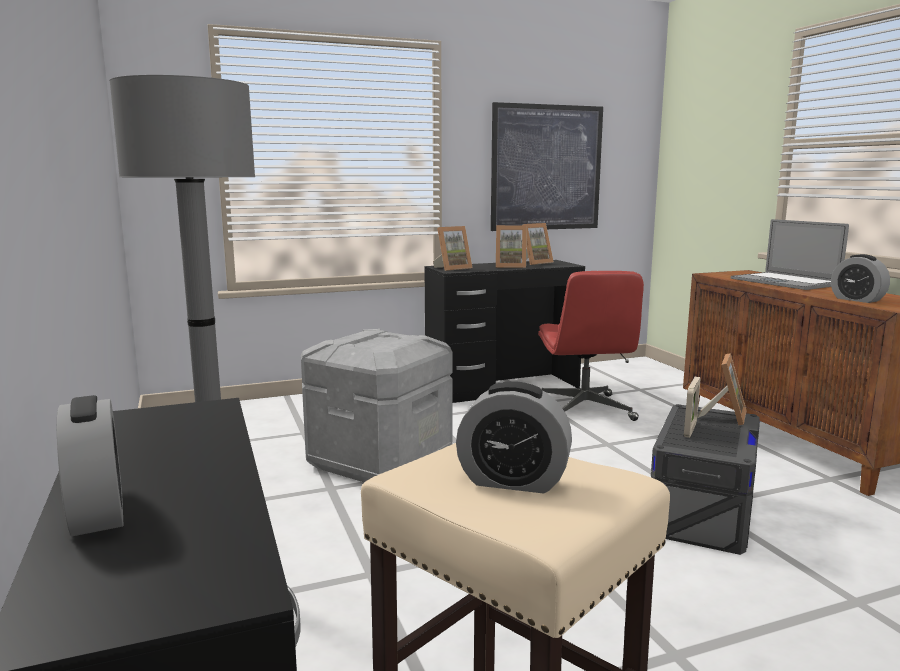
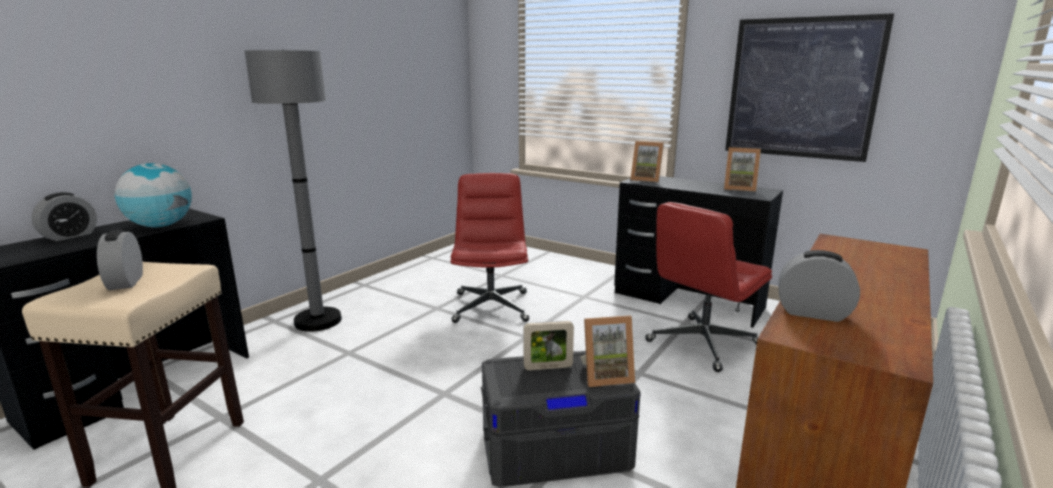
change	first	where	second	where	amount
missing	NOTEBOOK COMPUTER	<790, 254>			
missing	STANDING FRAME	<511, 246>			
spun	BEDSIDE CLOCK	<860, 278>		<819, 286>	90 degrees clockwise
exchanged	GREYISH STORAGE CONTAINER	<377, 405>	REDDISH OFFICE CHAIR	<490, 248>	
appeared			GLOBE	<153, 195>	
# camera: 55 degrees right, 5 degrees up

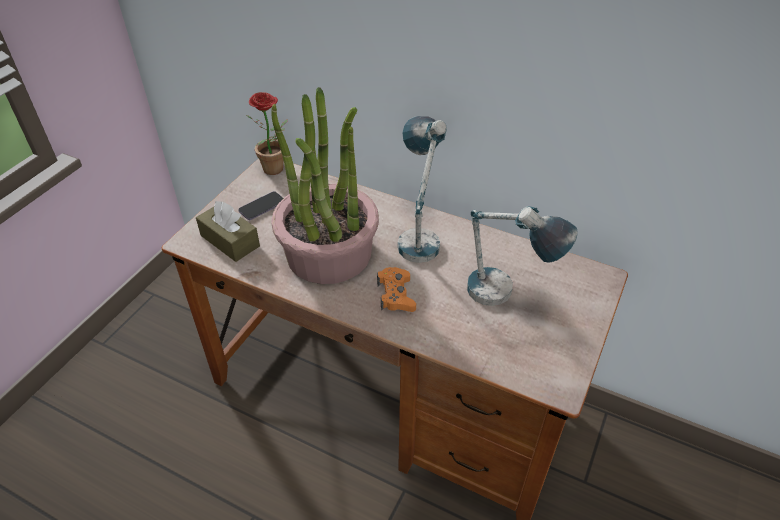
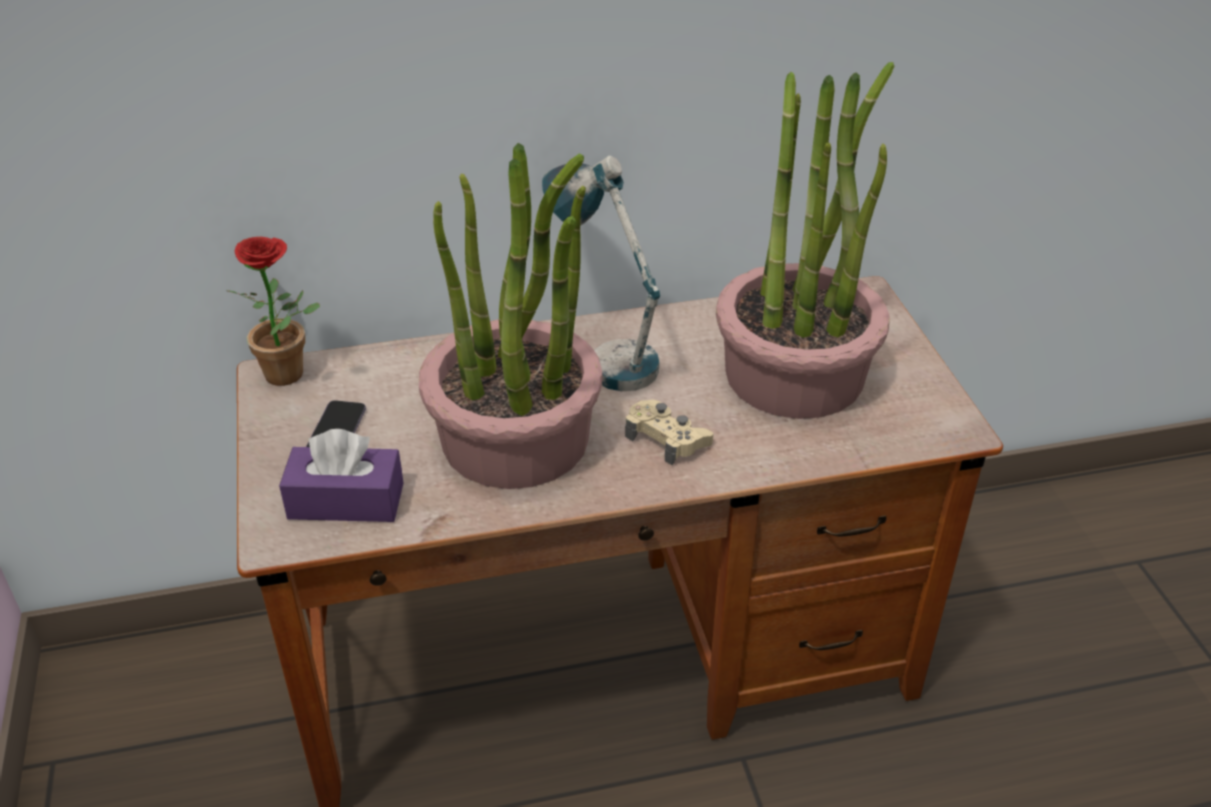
change	first	where	second	where	amount
colour	BROWN-COLOURED TISSUE HOLDER	<228, 231>	PURPLE TISSUE HOLDER	<341, 475>	
exchanged	TABLE LAMP	<522, 256>	HOUSEPLANT	<805, 240>	
colour	ORANGE GAME CONTROLLER	<396, 289>	SAND-COLOURED GAME CONTROLLER	<669, 433>	
# camera: 40 degrees left, 5 degrees down

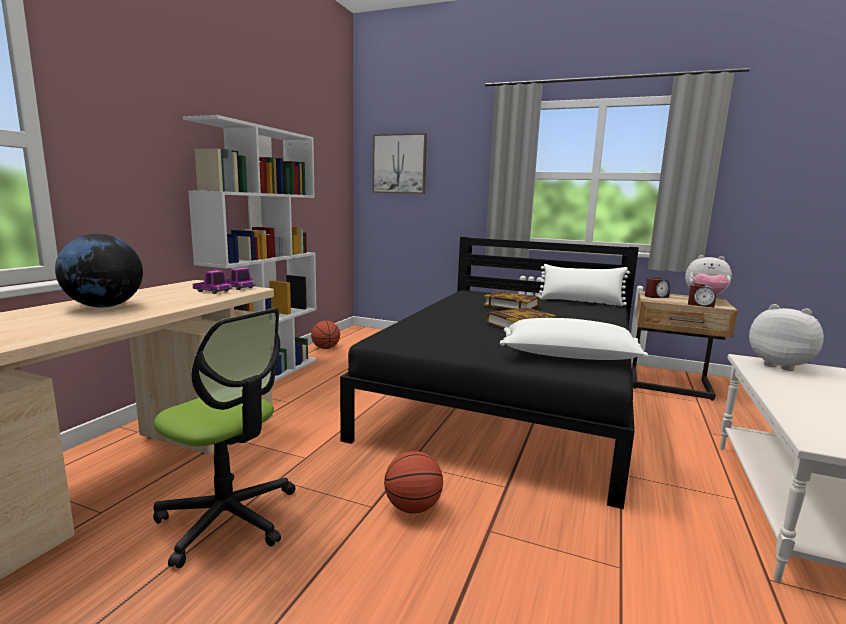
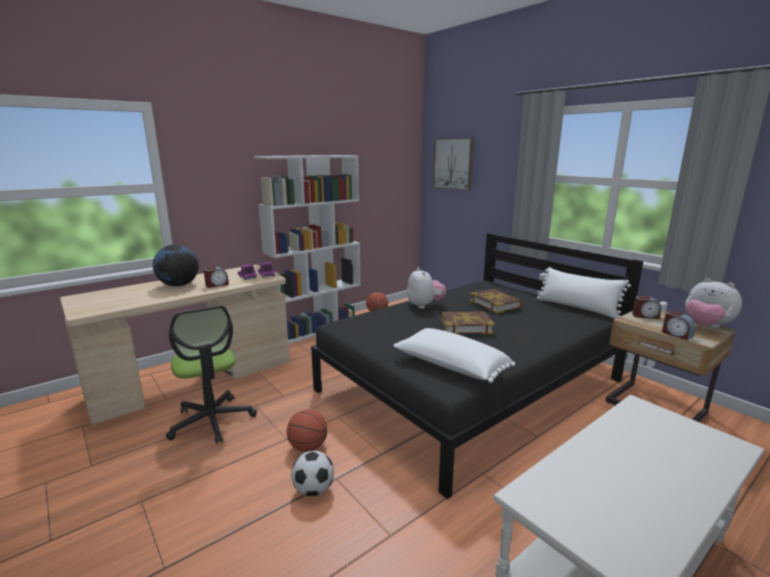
change	first	where	second	where	amount
relocated	SOFT TOY	<786, 337>		<426, 288>	
appeared			BEDSIDE CLOCK	<216, 277>	
appeared			FOOTBALL	<312, 473>	
# camera: 30 degrees right, 5 degrees up

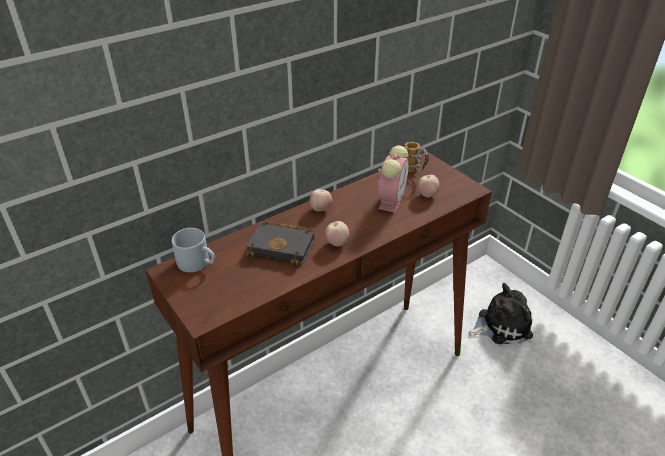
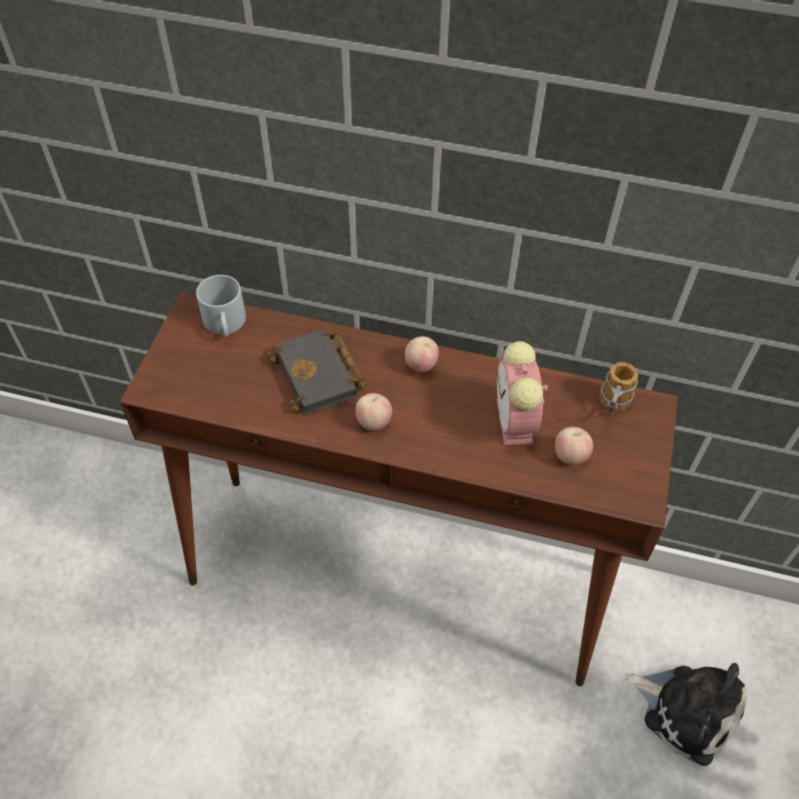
change	first	where	second	where	amount
spun	BEDSIDE CLOCK	<393, 179>		<522, 393>	105 degrees clockwise
# camera: 50 degrees right, 15 degrees up

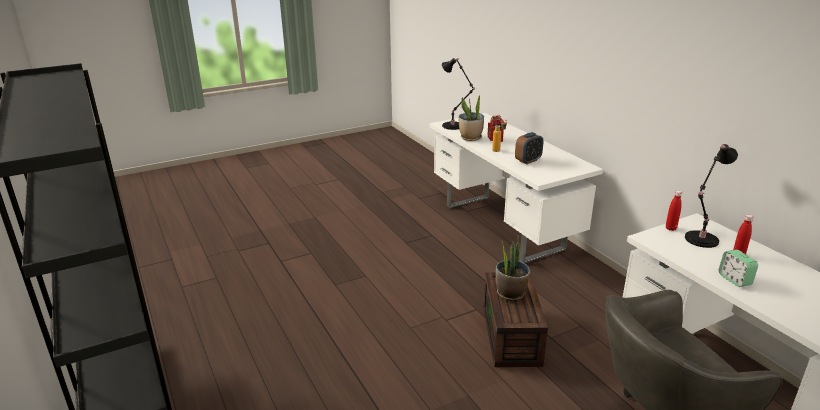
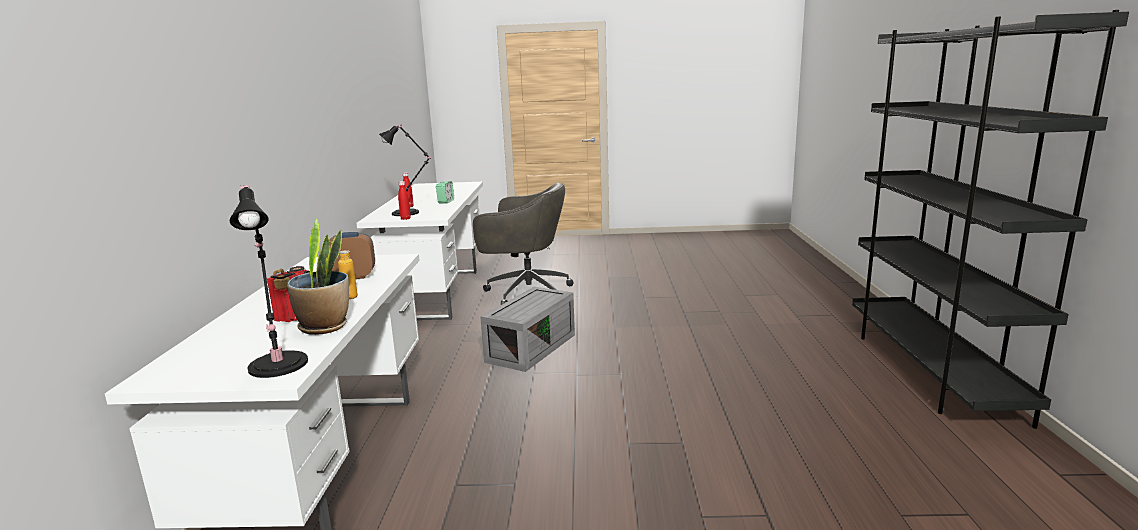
change	first	where	second	where	amount
missing	HOUSEPLANT	<513, 269>			
colour	BROWN-COLOURED STORAGE CONTAINER	<515, 319>	GREYISH STORAGE CONTAINER	<527, 329>	
# camera: 150 degrees left, 10 degrees down

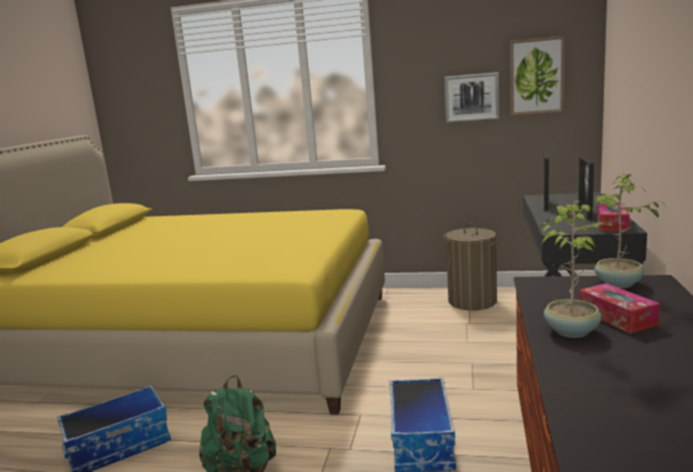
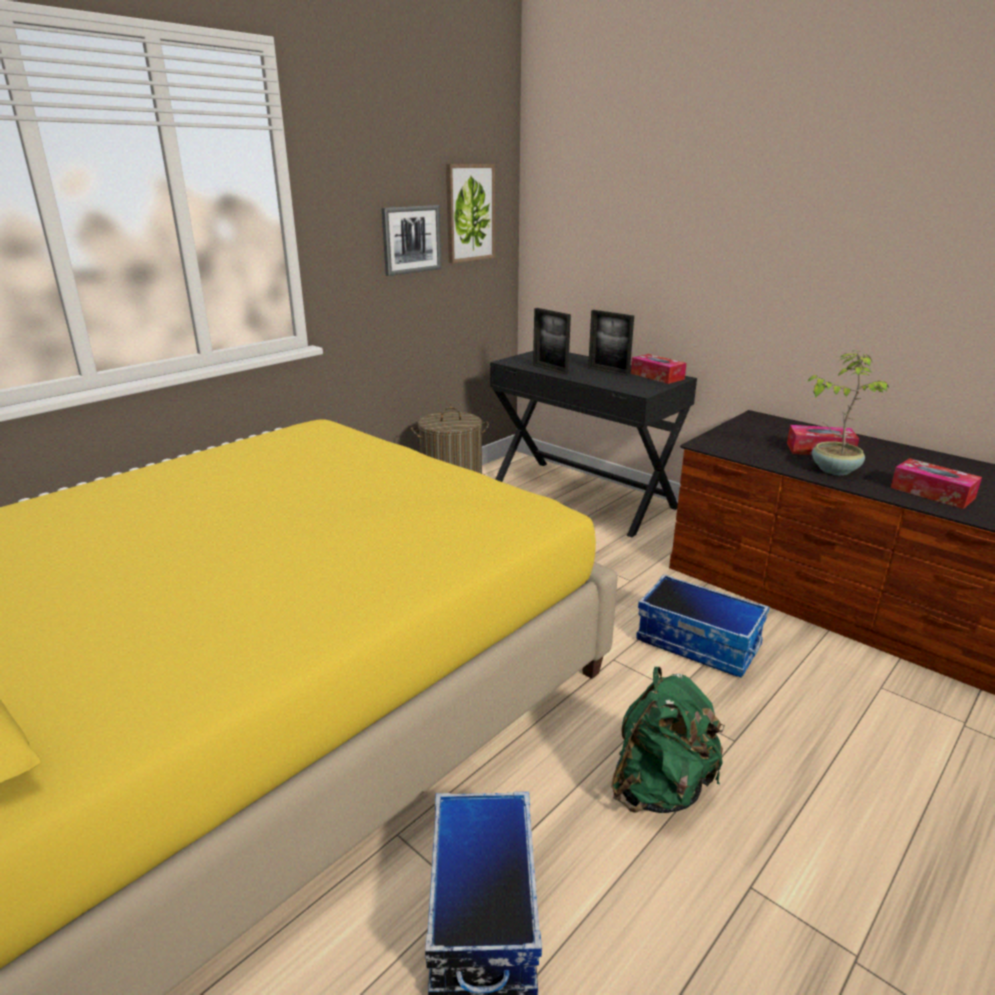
change	first	where	second	where	amount
missing	HOUSEPLANT	<629, 230>			
appeared			TISSUE HOLDER	<936, 483>	
# camera: 60 degrees left, 10 degrees up

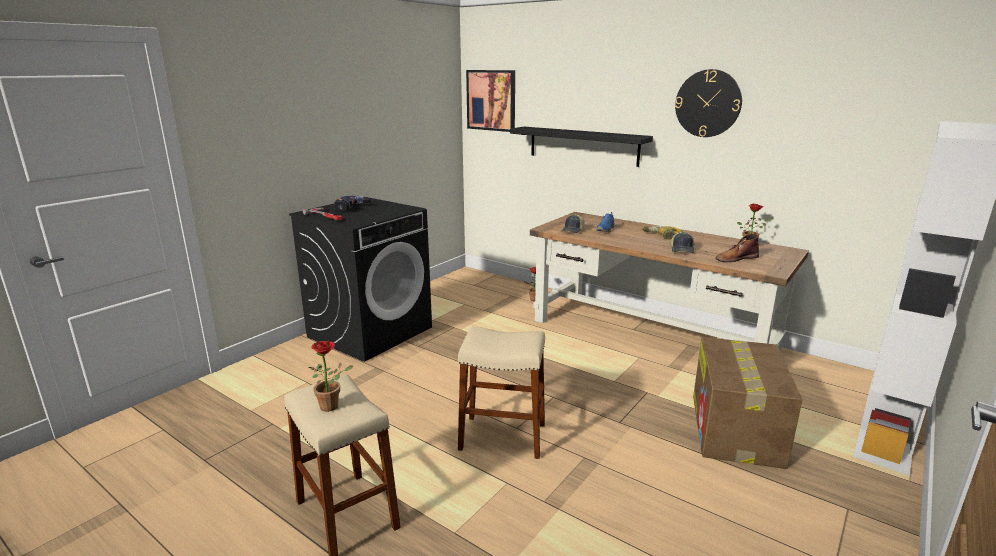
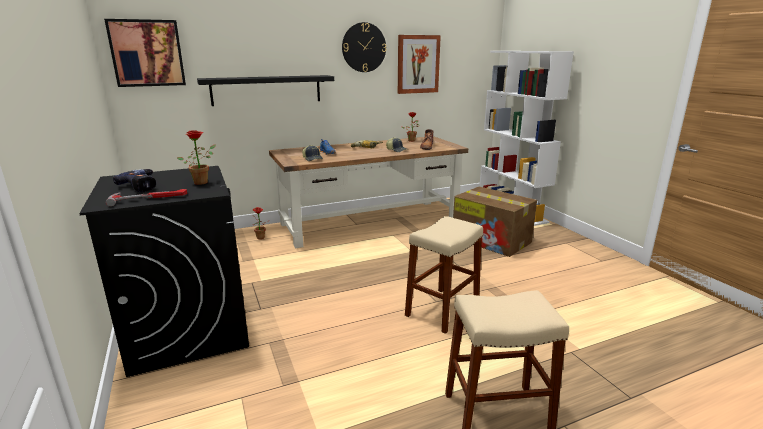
change	first	where	second	where	amount
relocated	HOUSEPLANT	<330, 376>		<196, 157>	
appeared			PICTURE	<419, 64>	
# camera: 60 degrees left, 0 degrees up

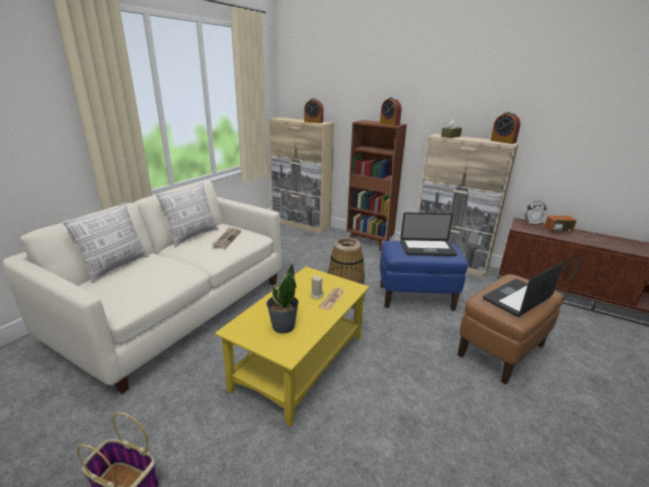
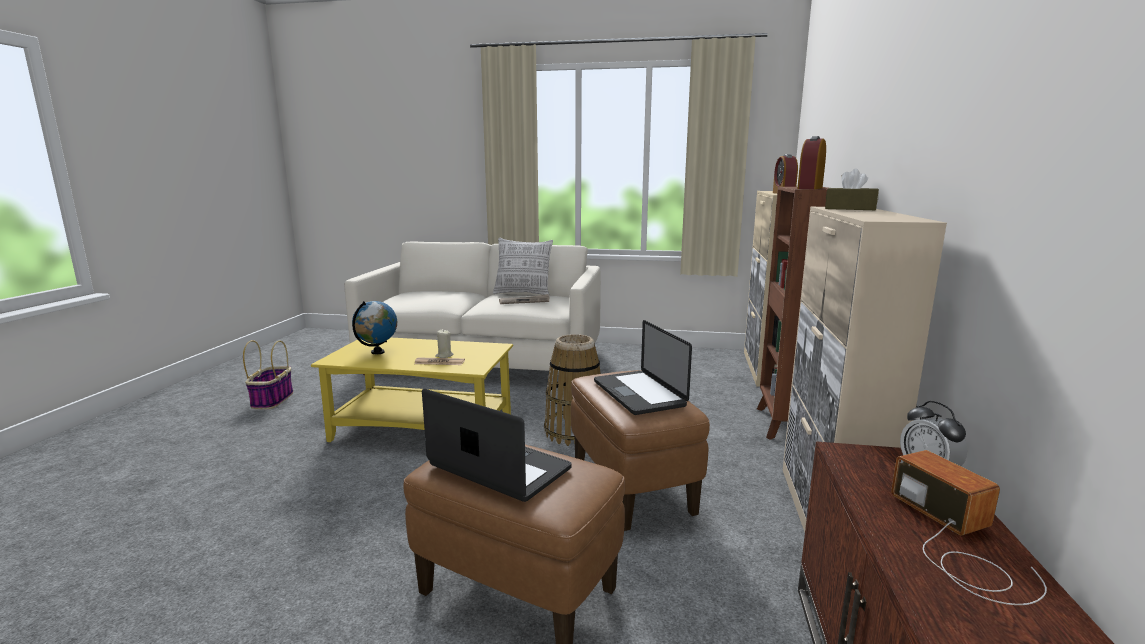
change	first	where	second	where	amount
missing	BEDSIDE CLOCK	<505, 128>			
missing	CUSHION	<105, 242>			
colour	BLUE-COLOURED FOOTREST	<424, 275>	BROWN-COLOURED FOOTREST	<640, 450>	
exchanged	HOUSEPLANT	<282, 298>	GLOBE	<374, 327>	
# camera: 70 degrees right, 10 degrees down

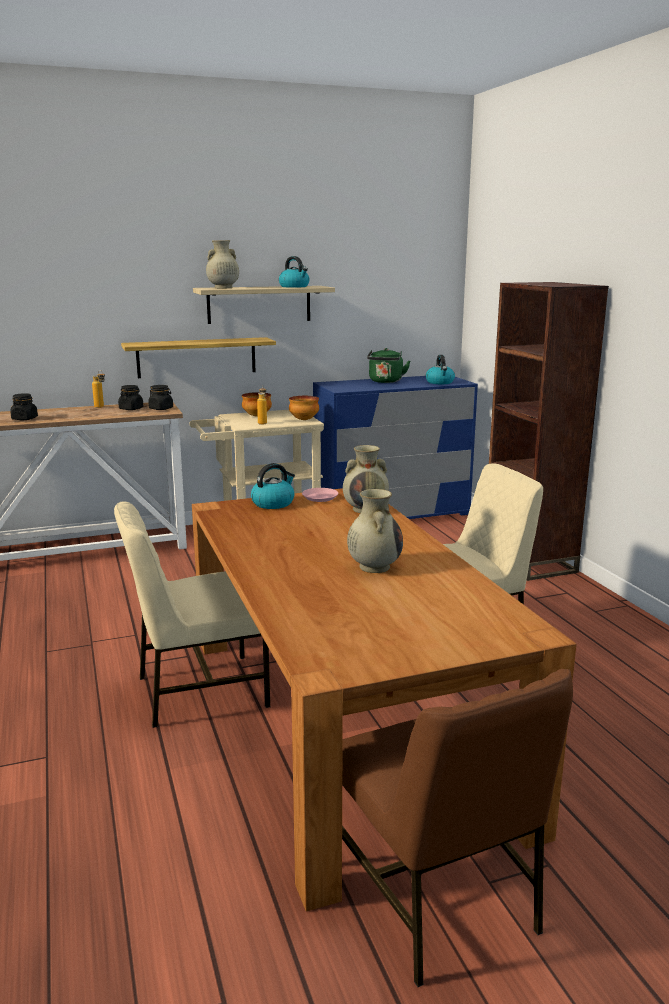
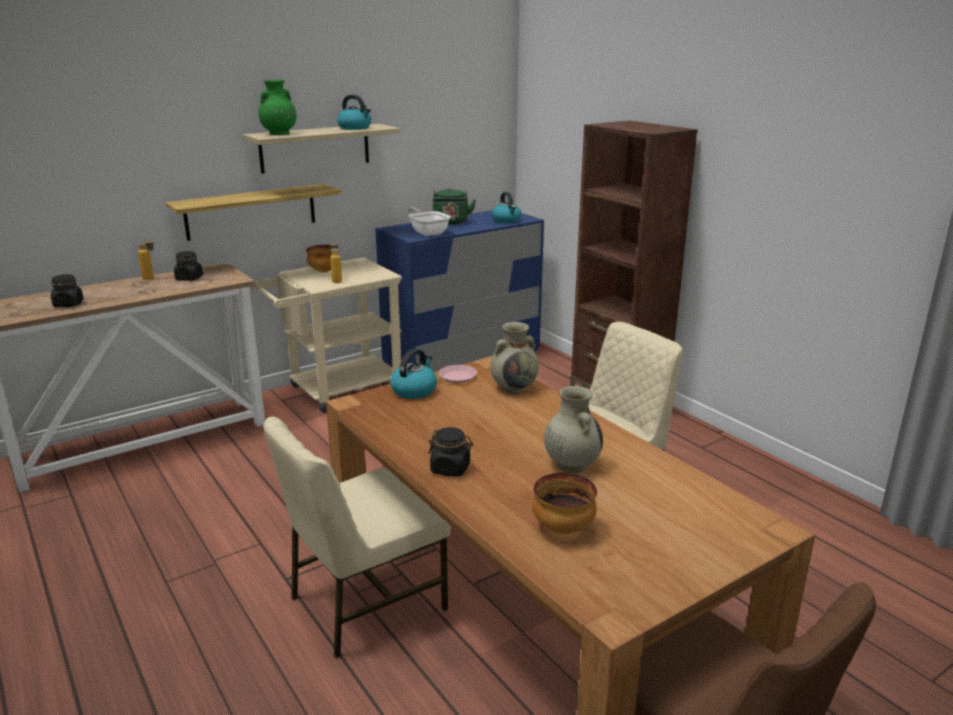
change	first	where	second	where	amount
colour	SAND-COLOURED FLOWER VASE	<222, 264>	GREEN FLOWER VASE	<278, 107>	
relocated	BLACK-COLOURED PRESERVE JAR	<160, 397>		<450, 452>	
relocated	BOWL	<304, 408>		<564, 503>	
appeared			SKILLET	<429, 221>	
# camera: 15 degrees left, 5 degrees up

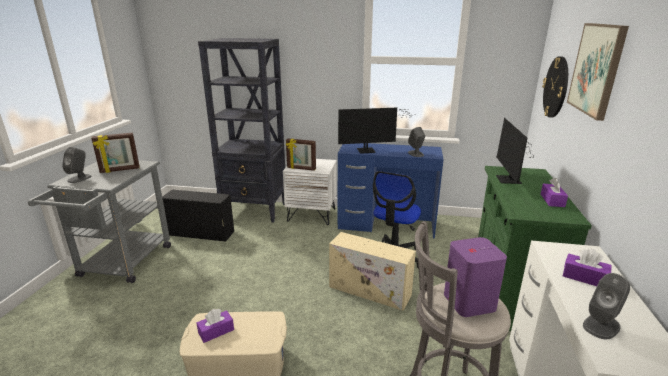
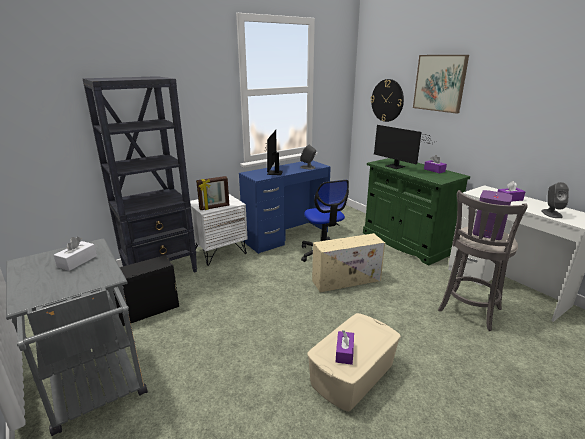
change	first	where	second	where	amount
spun	MONITOR	<373, 131>		<274, 152>	150 degrees clockwise
exchanged	STANDING FRAME	<115, 153>	WHITE-COLOURED TISSUE HOLDER	<75, 254>	
missing	GREYISH SPEAKER	<76, 165>			
# camera: 45 degrees left, 0 degrees up

